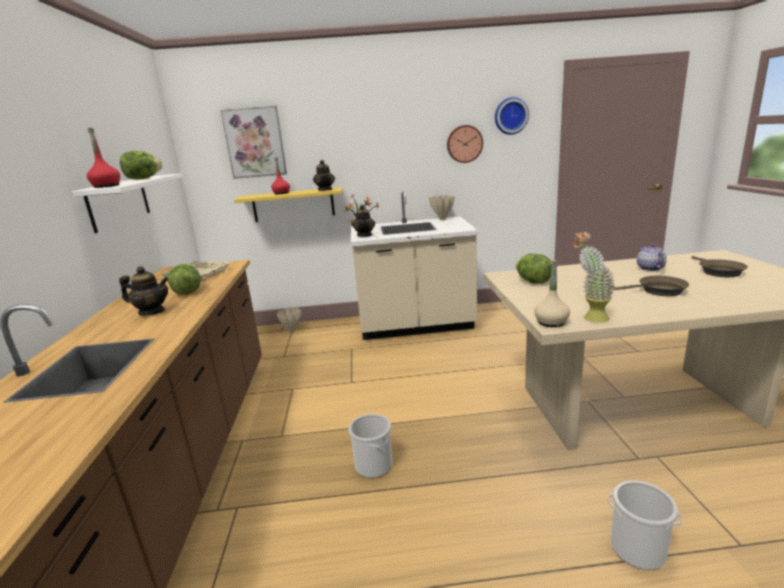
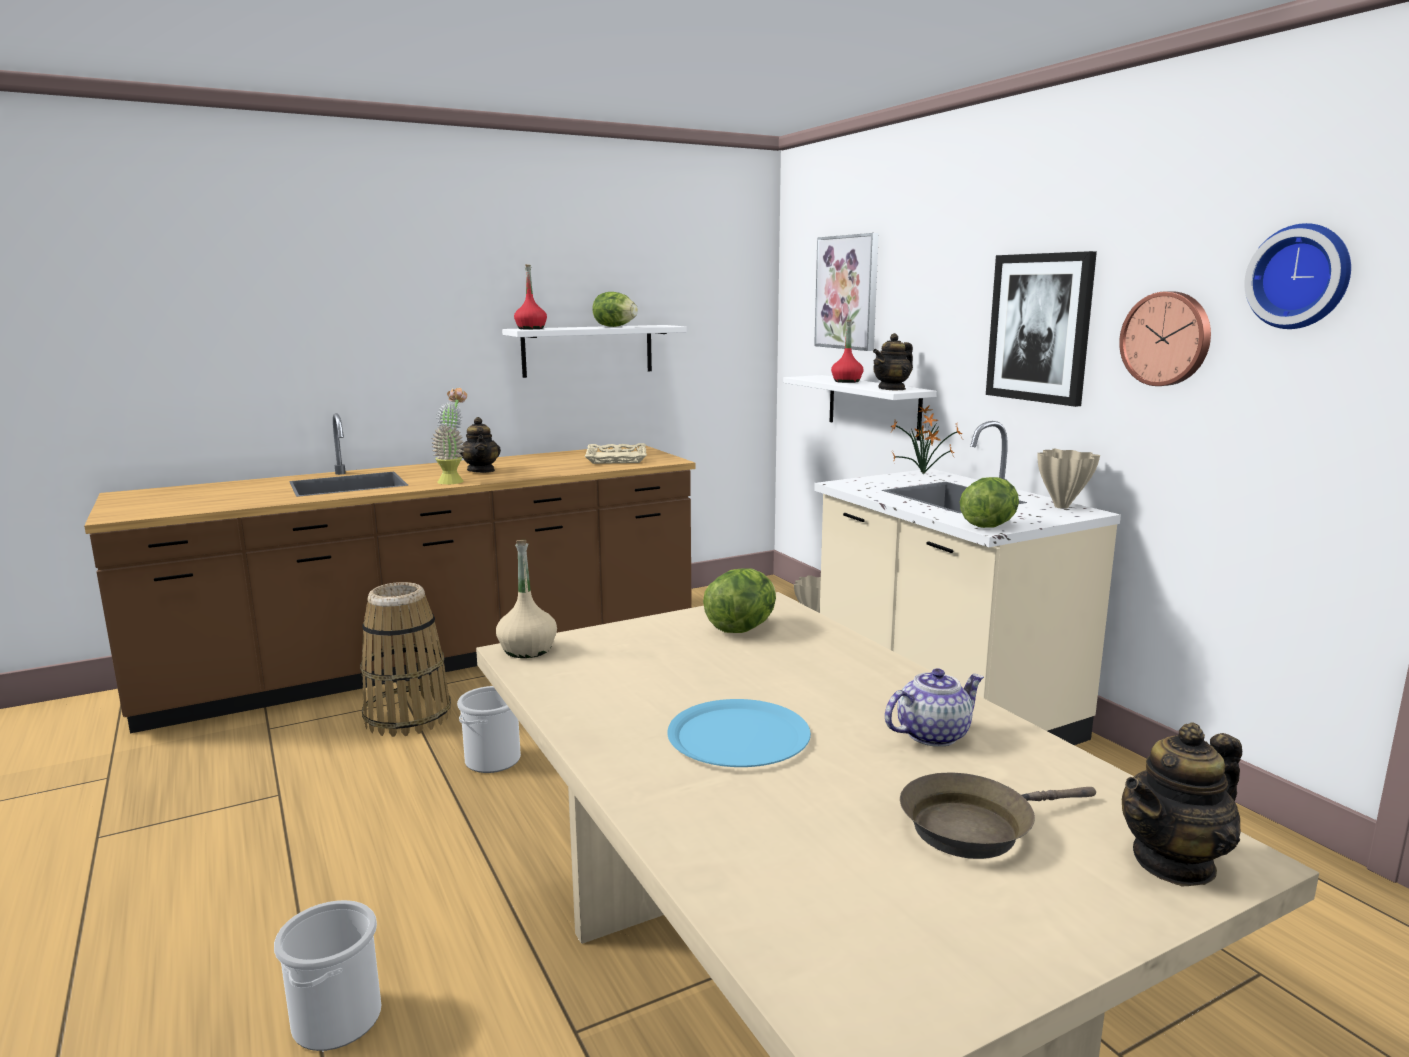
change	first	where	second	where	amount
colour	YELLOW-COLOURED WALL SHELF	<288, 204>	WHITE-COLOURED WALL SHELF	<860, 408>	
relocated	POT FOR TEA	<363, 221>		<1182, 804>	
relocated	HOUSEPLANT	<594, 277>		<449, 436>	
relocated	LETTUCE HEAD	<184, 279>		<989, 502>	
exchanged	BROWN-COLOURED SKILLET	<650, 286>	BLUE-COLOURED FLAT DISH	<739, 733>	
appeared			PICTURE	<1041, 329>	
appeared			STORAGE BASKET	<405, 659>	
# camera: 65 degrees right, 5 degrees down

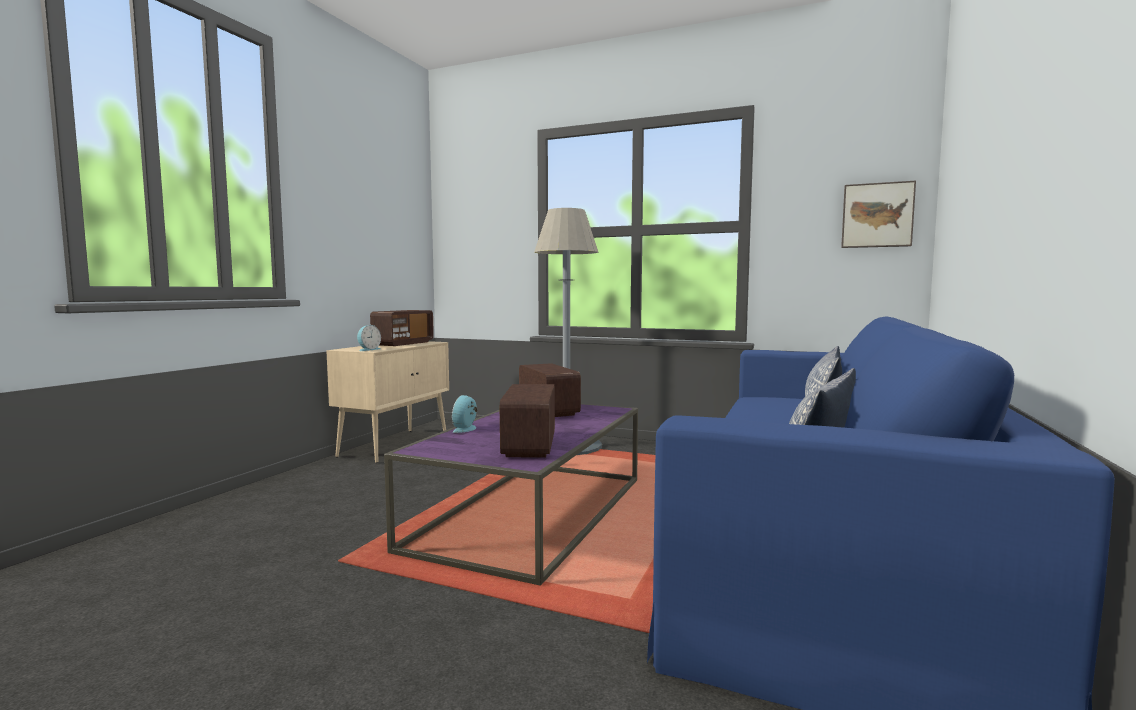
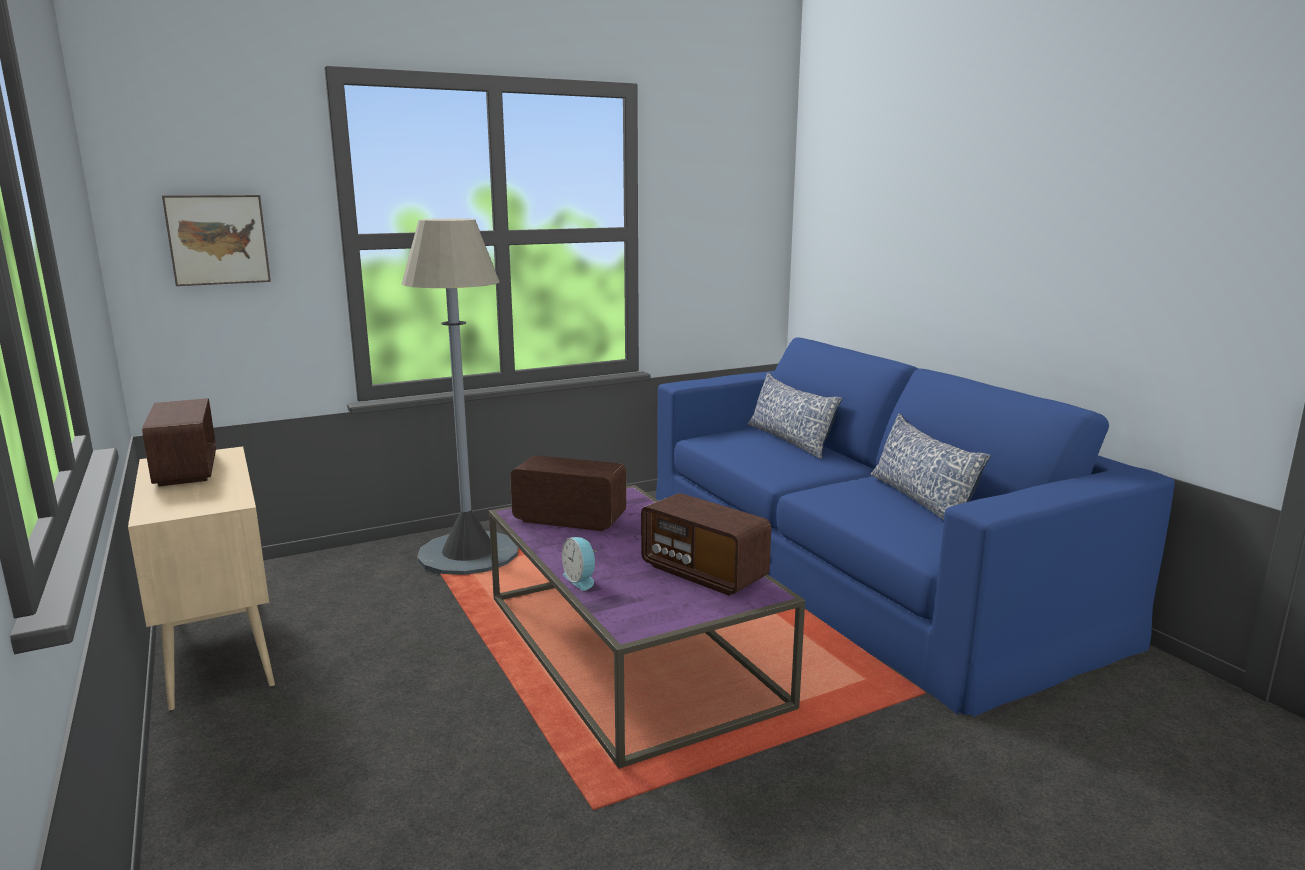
change	first	where	second	where	amount
relocated	PICTURE	<878, 214>		<216, 240>	
missing	BEDSIDE CLOCK	<369, 338>			
# camera: 50 degrees left, 10 degrees up

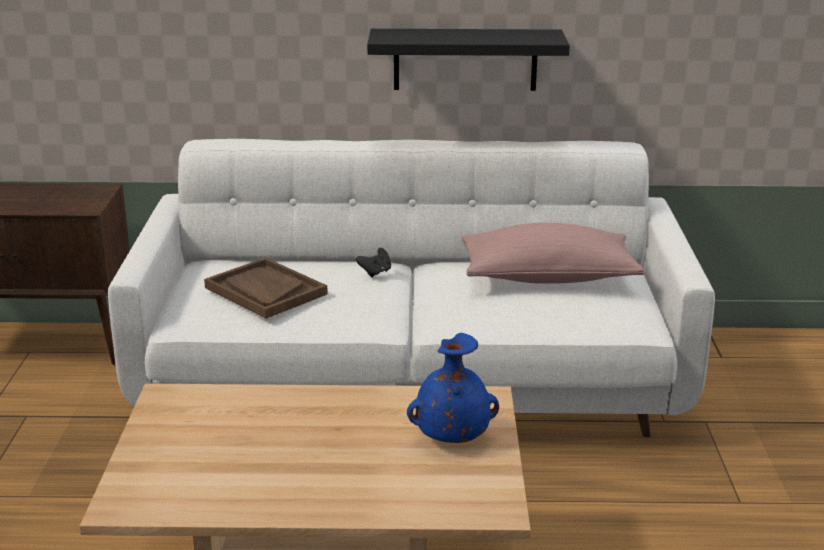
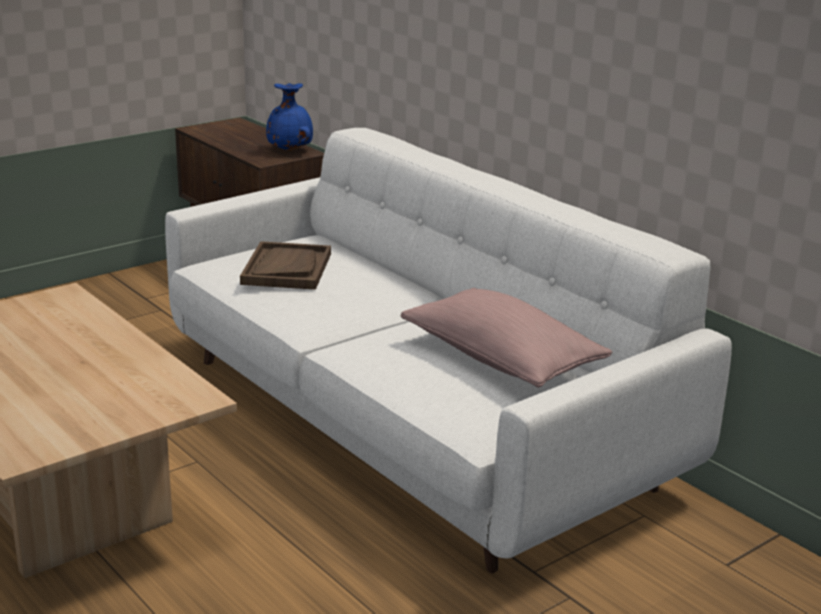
change	first	where	second	where	amount
missing	BLACK-COLOURED WALL SHELF	<468, 60>			
missing	BLACK-COLOURED GAME CONTROLLER	<373, 262>			
relocated	BLUE-COLOURED FLOWER VASE	<453, 388>		<289, 117>	
# camera: 50 degrees right, 0 degrees up

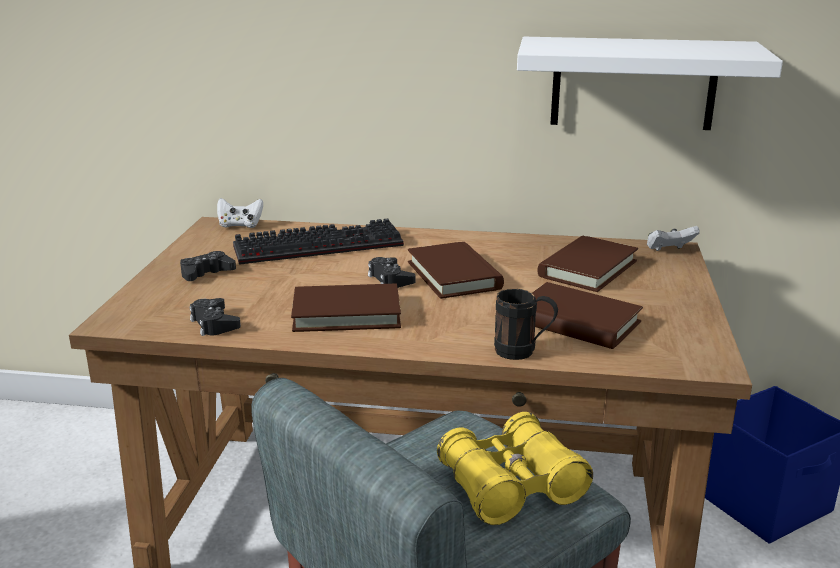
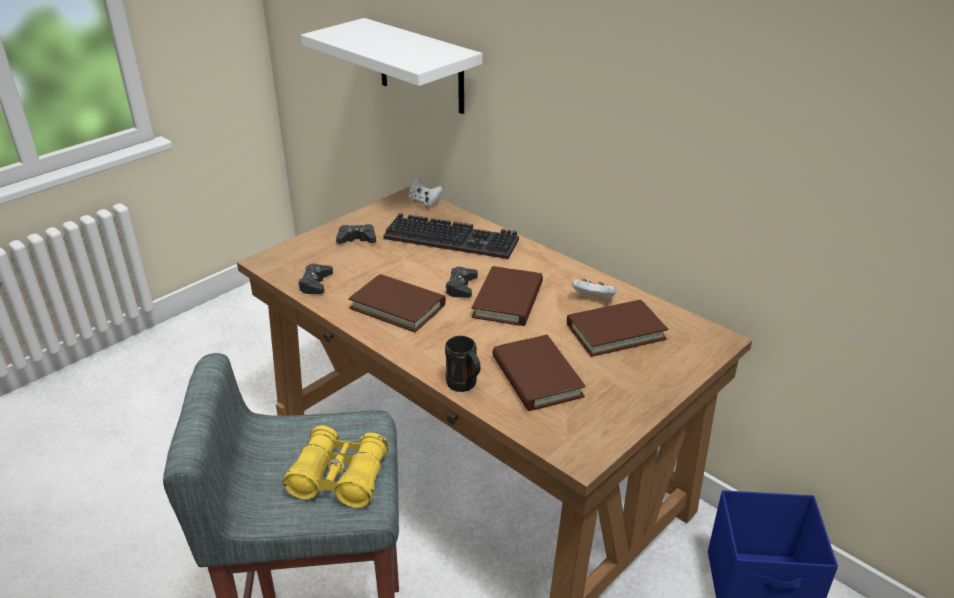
change	first	where	second	where	amount
relocated	WHITE-COLOURED WALL SHELF	<650, 83>		<391, 66>	
relocated	WHITE-COLOURED GAME CONTROLLER	<673, 238>		<594, 290>	
# camera: 35 degrees right, 10 degrees up

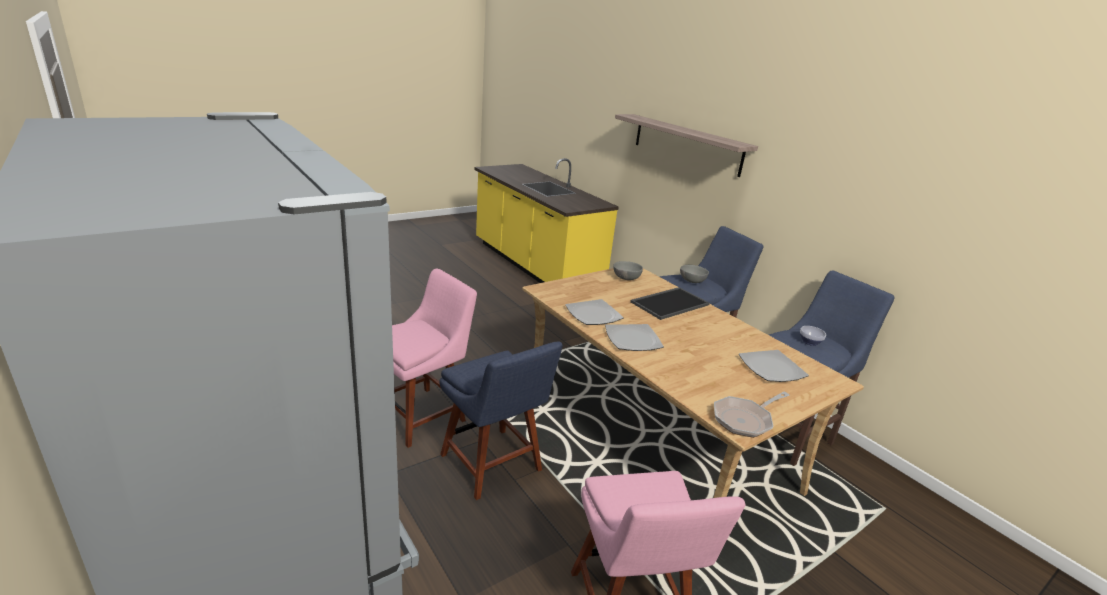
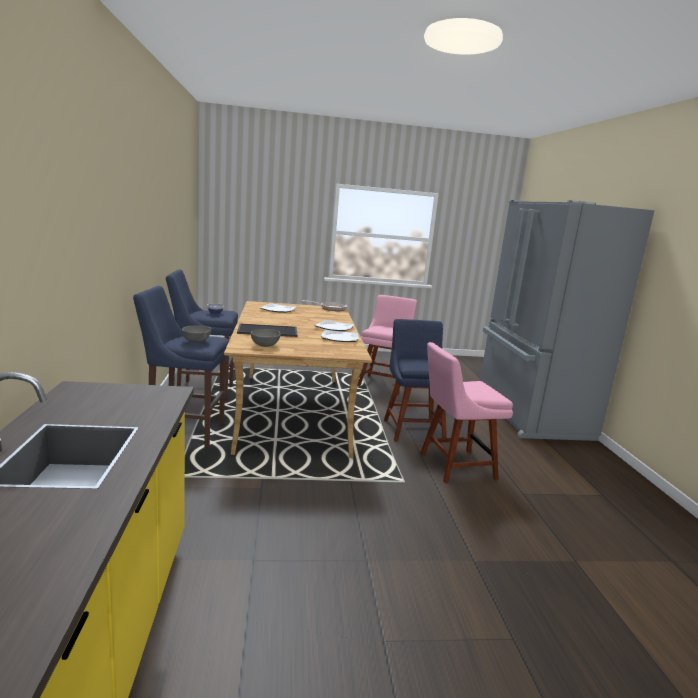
change	first	where	second	where	amount
missing	WALL SHELF	<686, 145>			
# camera: 150 degrees left, 10 degrees down

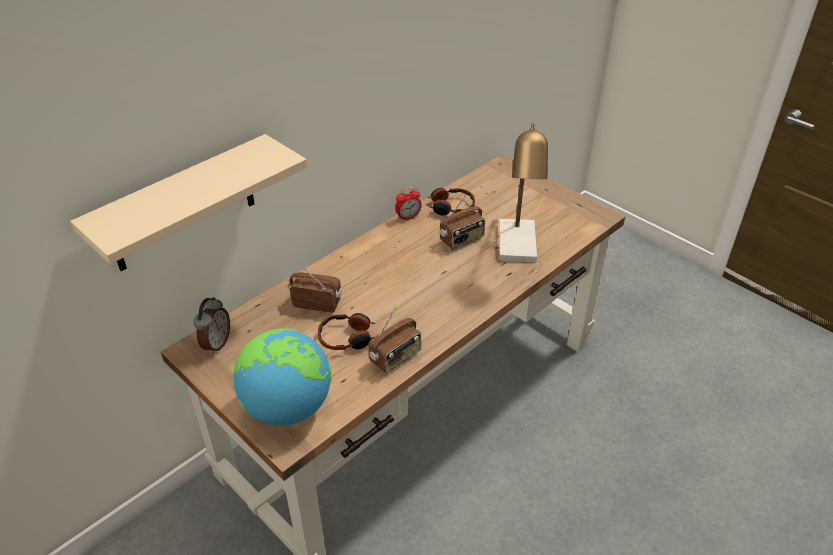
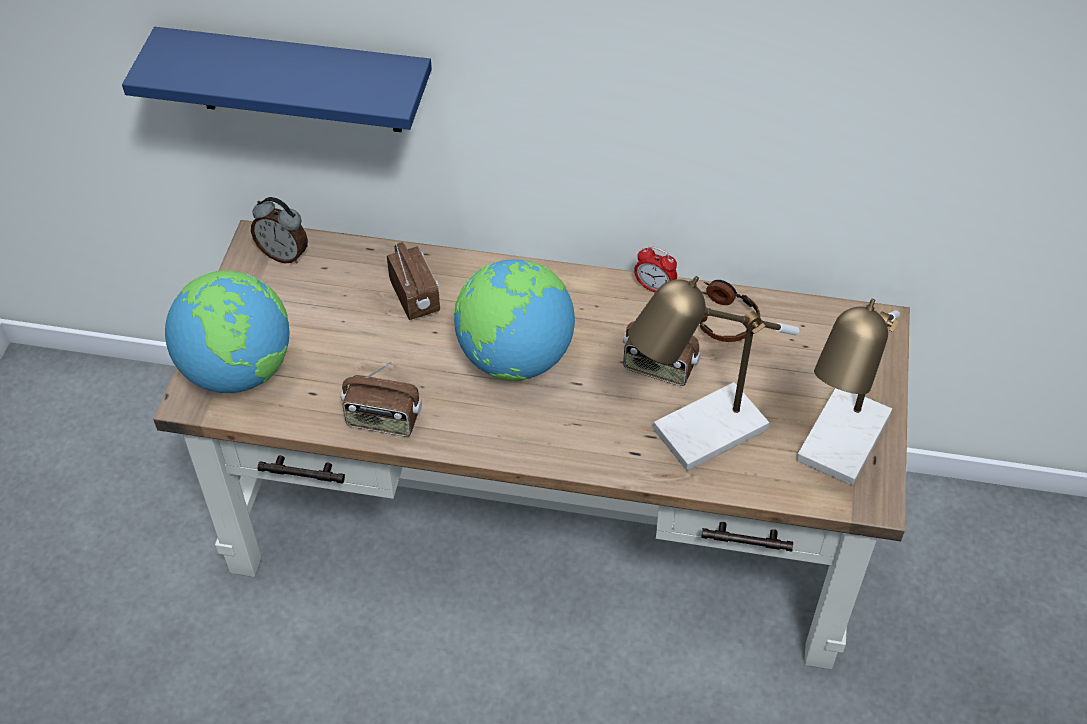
change	first	where	second	where	amount
colour	SAND-COLOURED WALL SHELF	<188, 202>	BLUE-COLOURED WALL SHELF	<277, 79>	
spun	BEDSIDE CLOCK	<212, 325>		<279, 230>	45 degrees clockwise
missing	HEADSET	<346, 331>			
appeared			GLOBE	<514, 320>	
appeared			TABLE LAMP	<848, 392>	
# camera: 55 degrees right, 10 degrees up

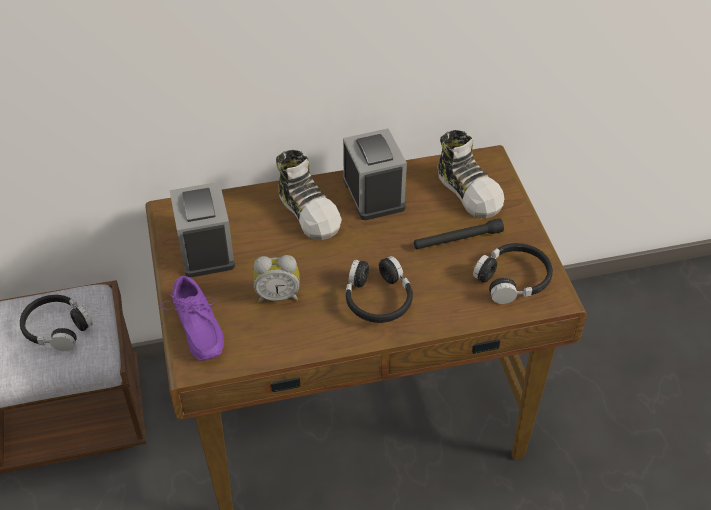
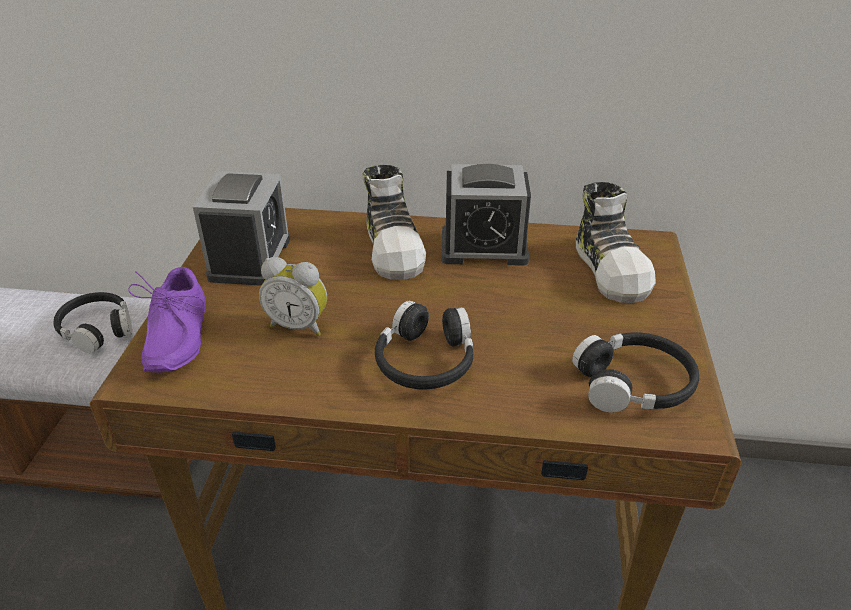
change	first	where	second	where	amount
spun	BEDSIDE CLOCK	<375, 174>		<486, 215>	90 degrees clockwise
missing	BLACK-COLOURED FLASHLIGHT	<459, 233>			
# camera: 20 degrees right, 10 degrees down

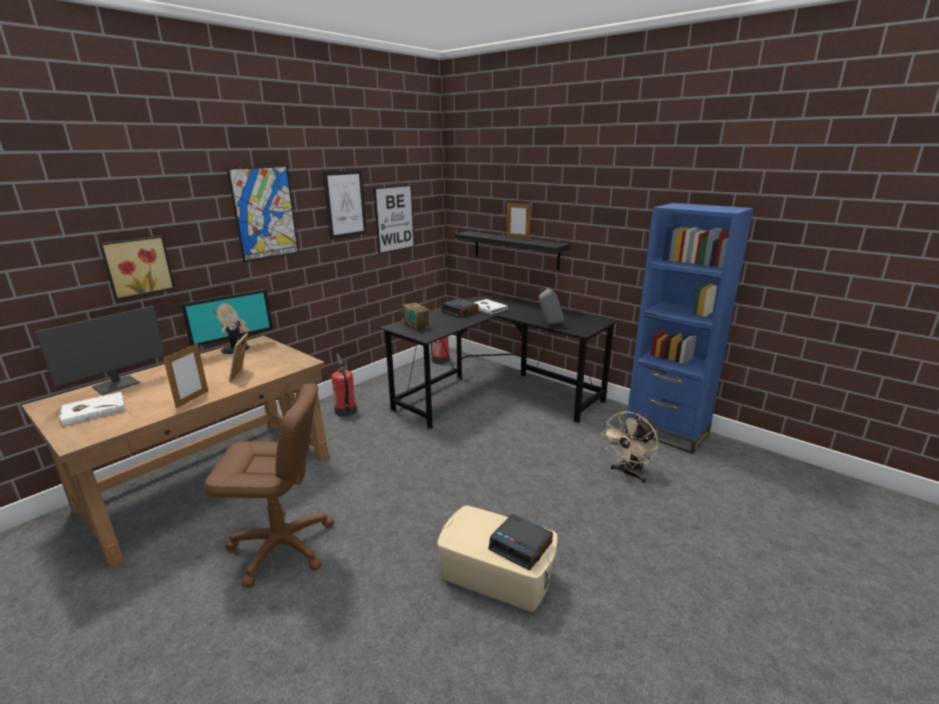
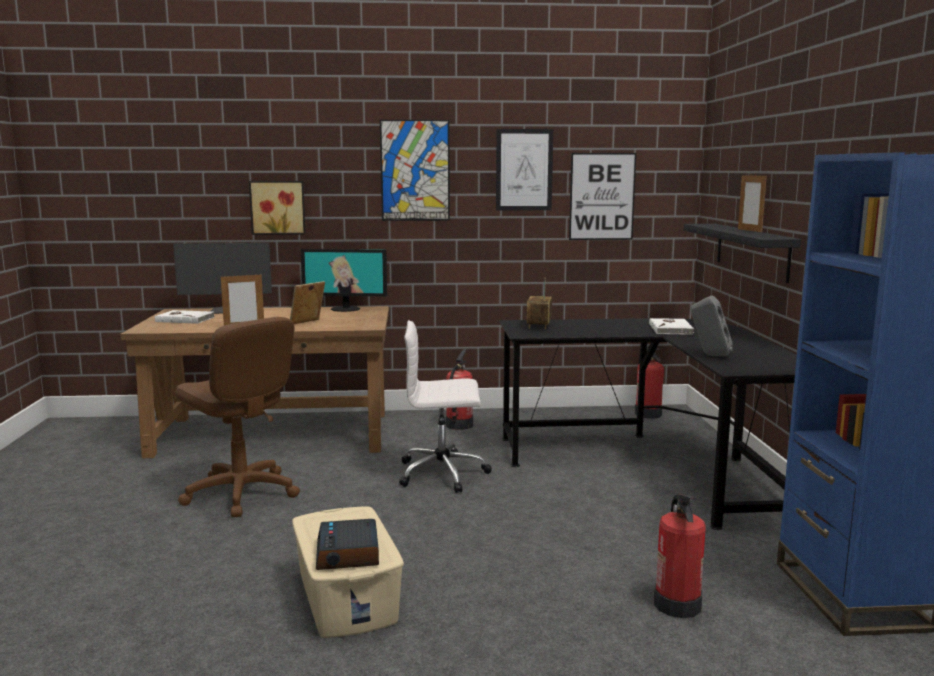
change	first	where	second	where	amount
missing	BEDSIDE CLOCK	<459, 308>			
exchanged	SAND-COLOURED COOLING FAN	<629, 447>	FIRE EXTINGUISHER	<680, 556>	
appeared			WHITE-COLOURED OFFICE CHAIR	<445, 406>	
# camera: 45 degrees right, 10 degrees down

